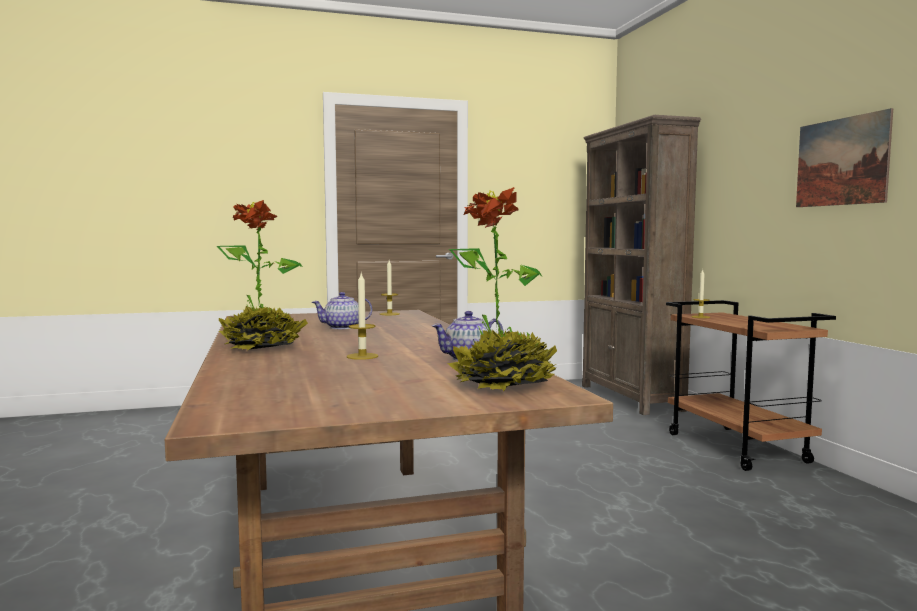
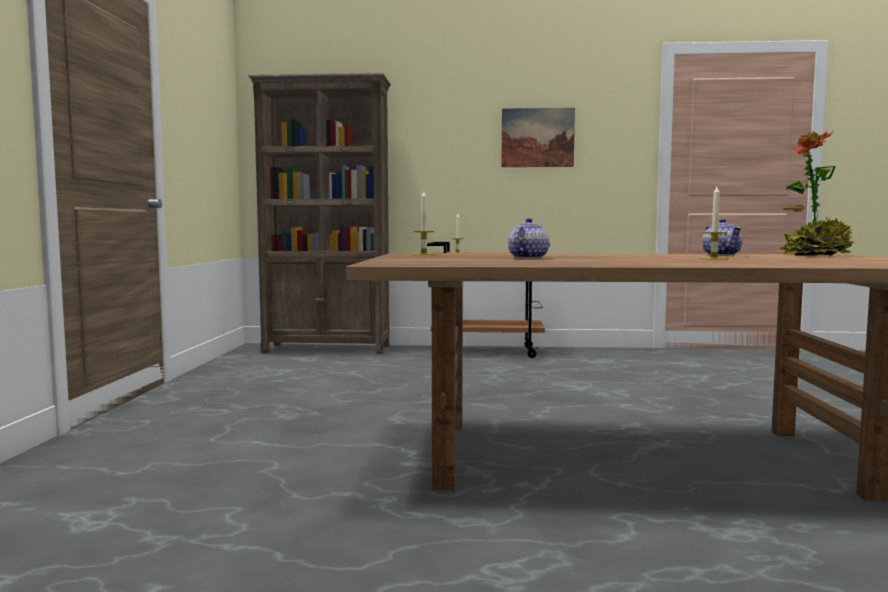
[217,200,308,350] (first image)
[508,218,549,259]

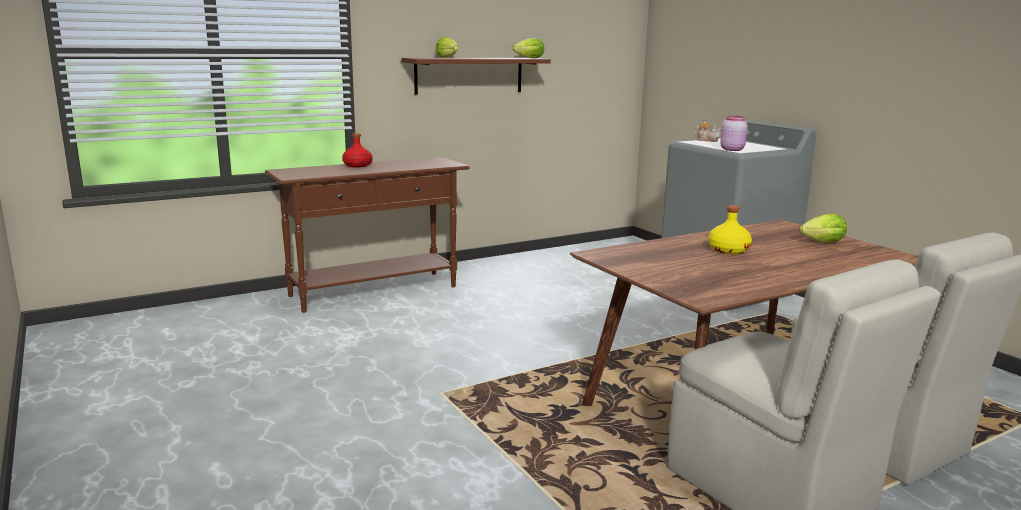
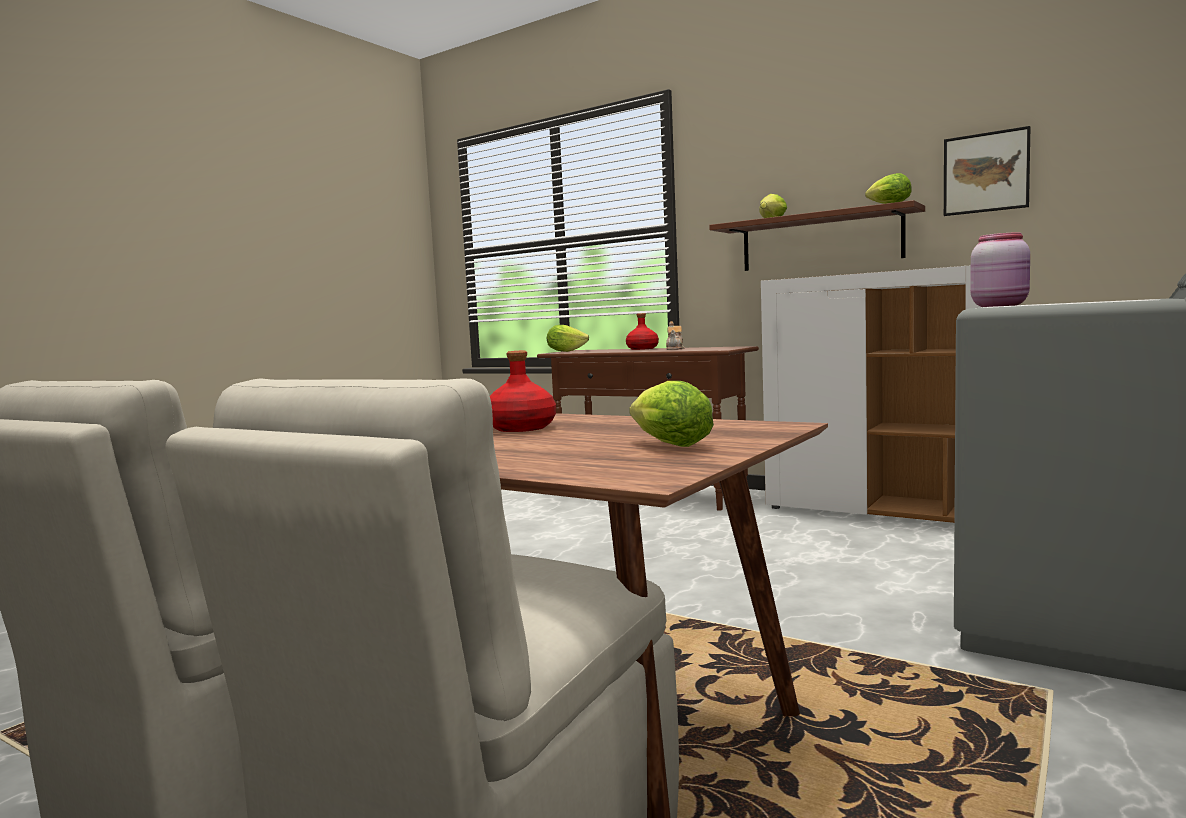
[666,321,684,350]
[490,350,556,432]
[547,325,589,352]
[761,265,981,523]
[944,126,1030,216]

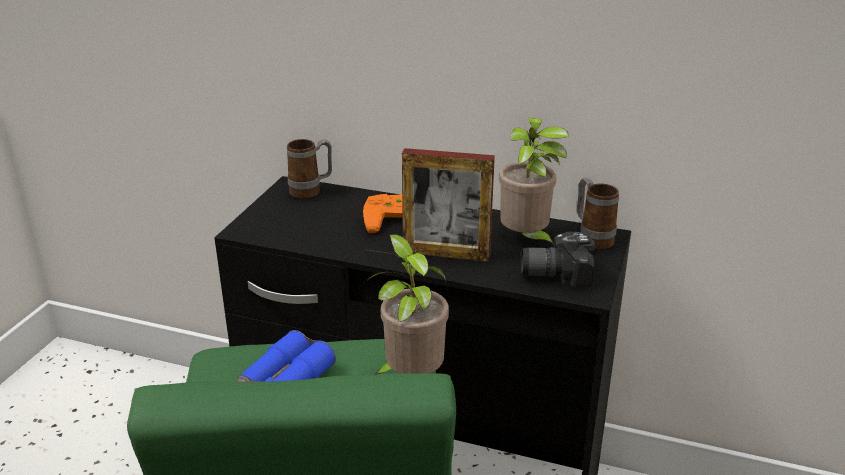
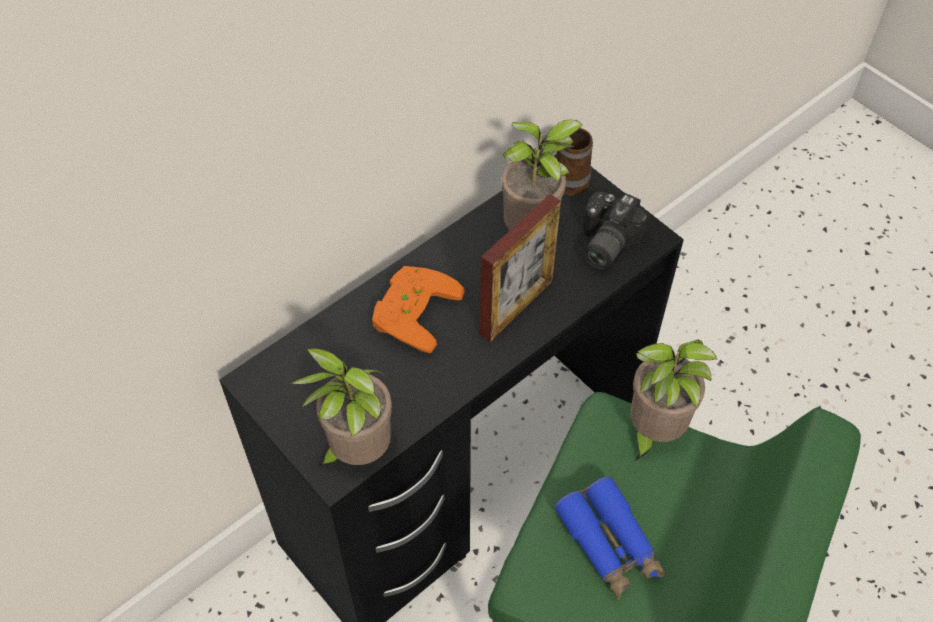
[287,139,332,199] (first image)
[291,348,392,466]

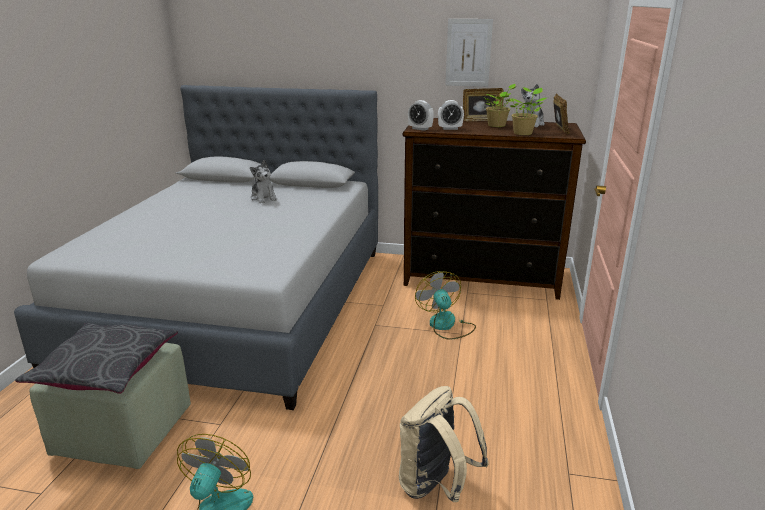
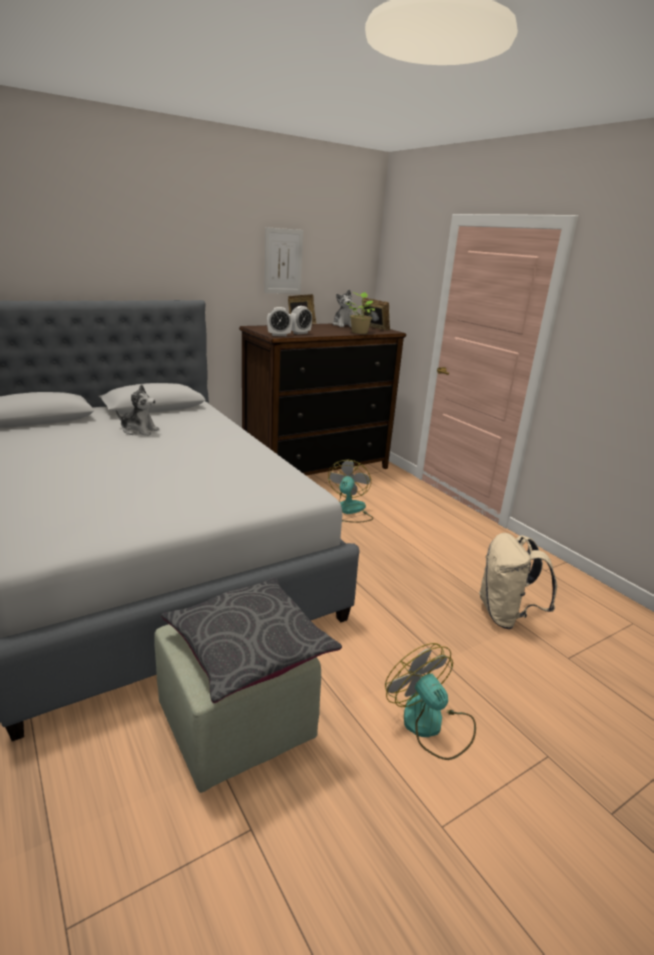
[328,460,373,523]
[482,84,516,127] (first image)

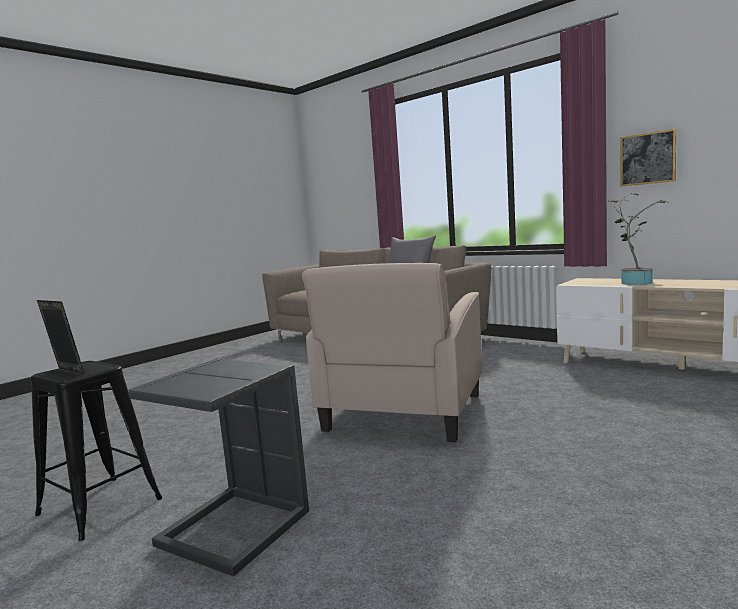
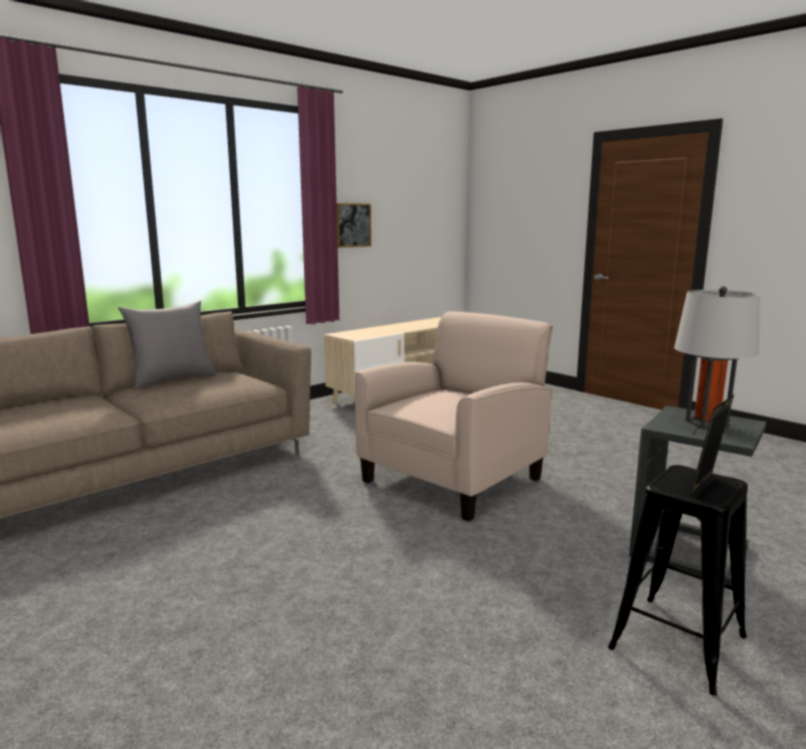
[355,311,553,521]
[608,193,667,285] (first image)
[674,286,760,429]

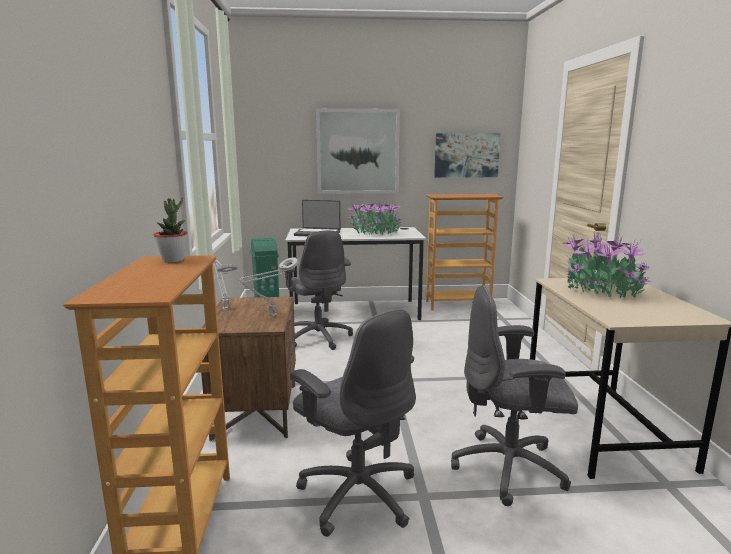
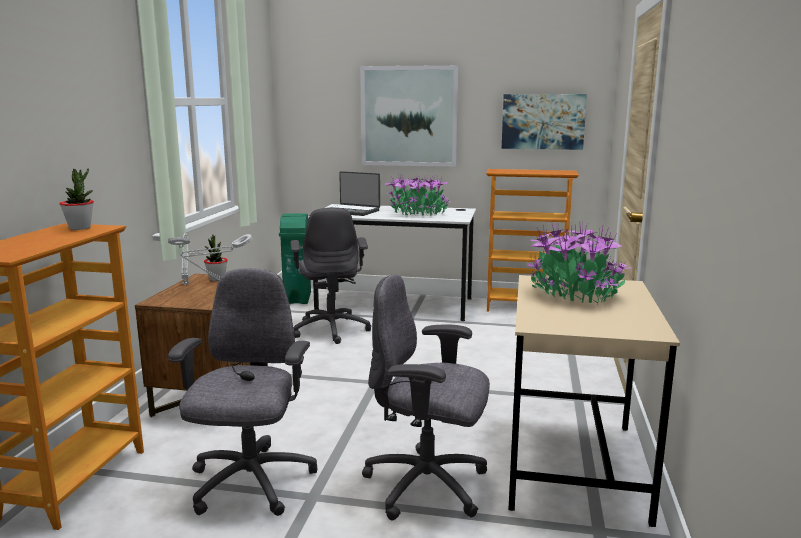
[168,268,317,516]
[204,234,228,281]

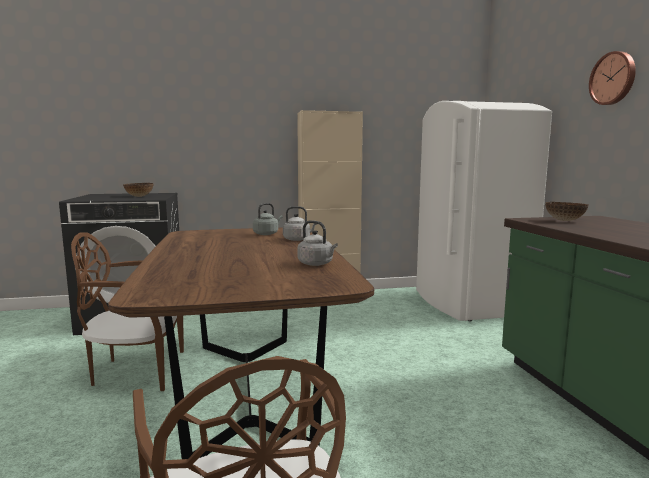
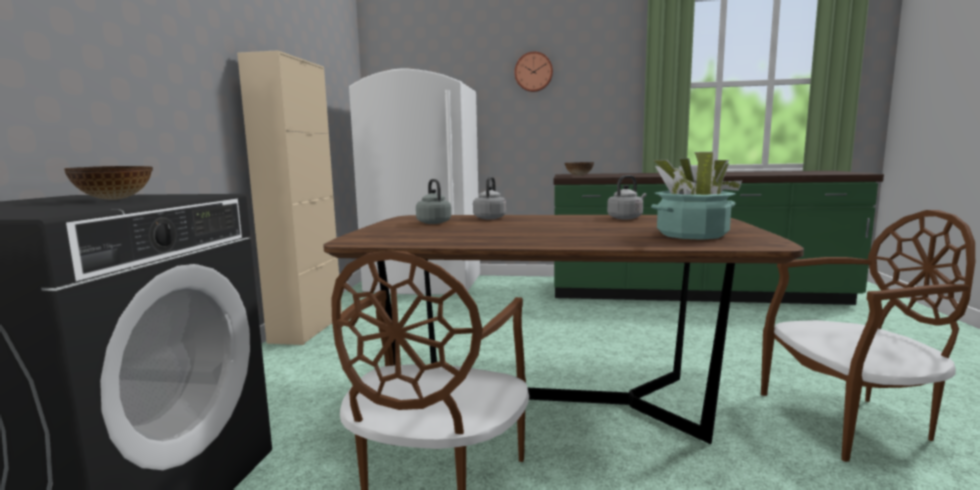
[651,152,742,240]

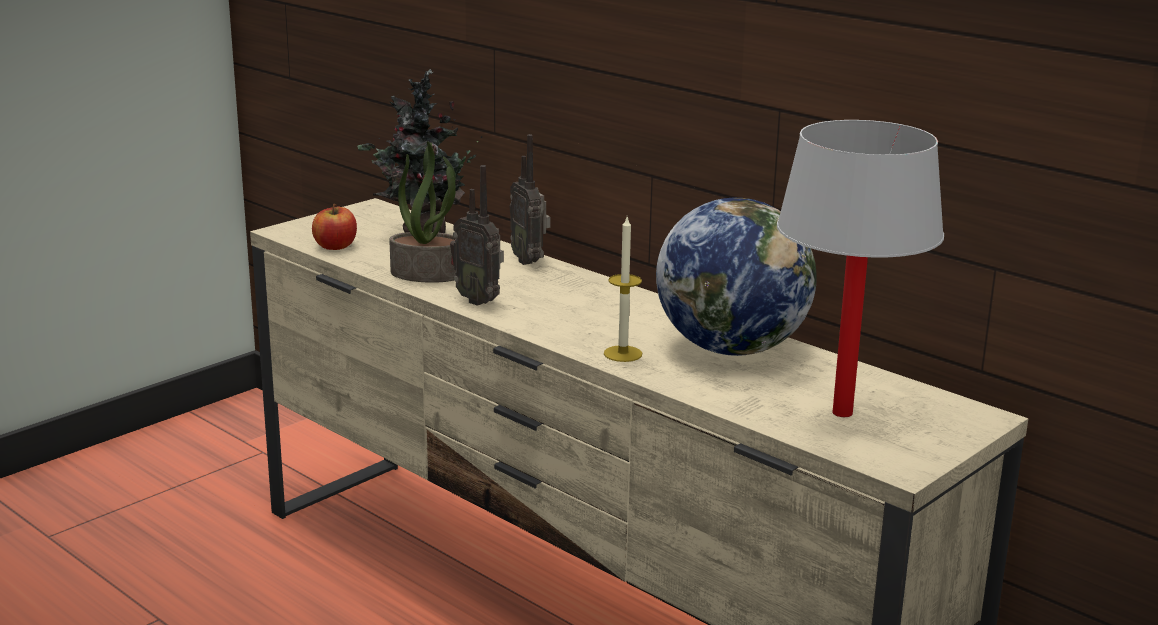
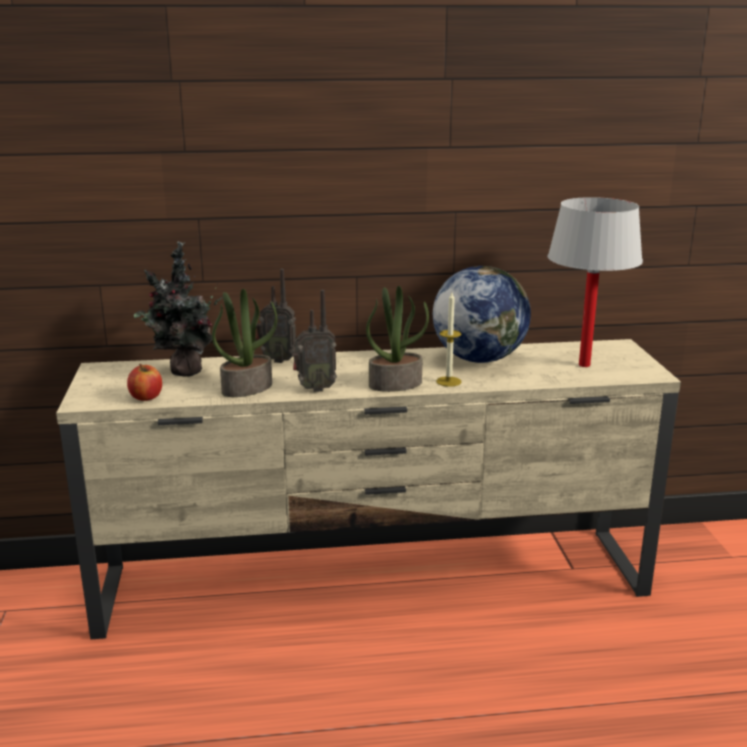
[366,286,429,392]

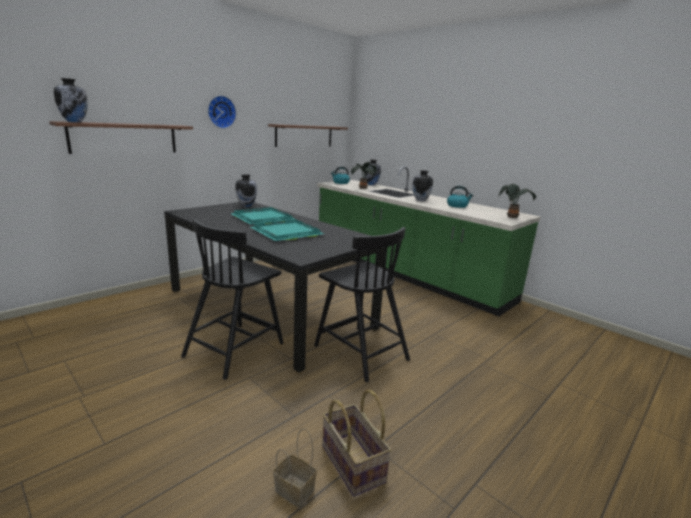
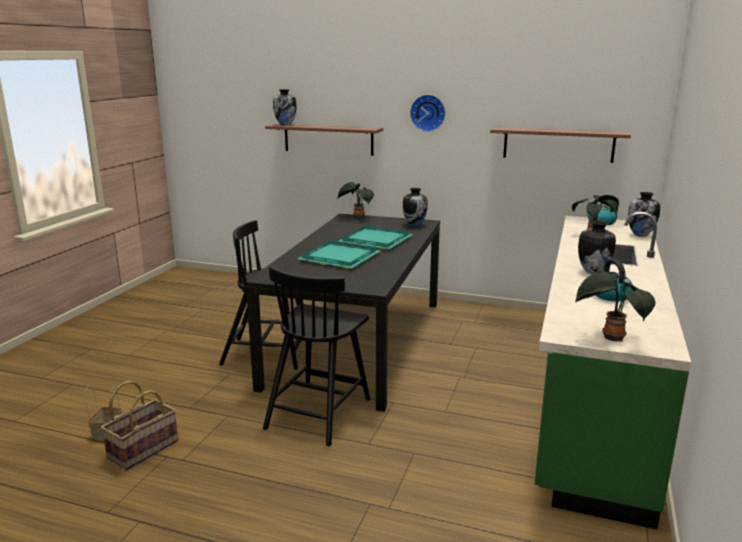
[337,182,374,219]

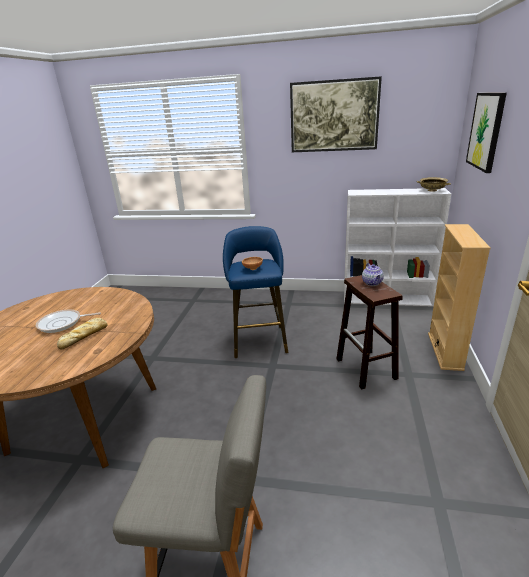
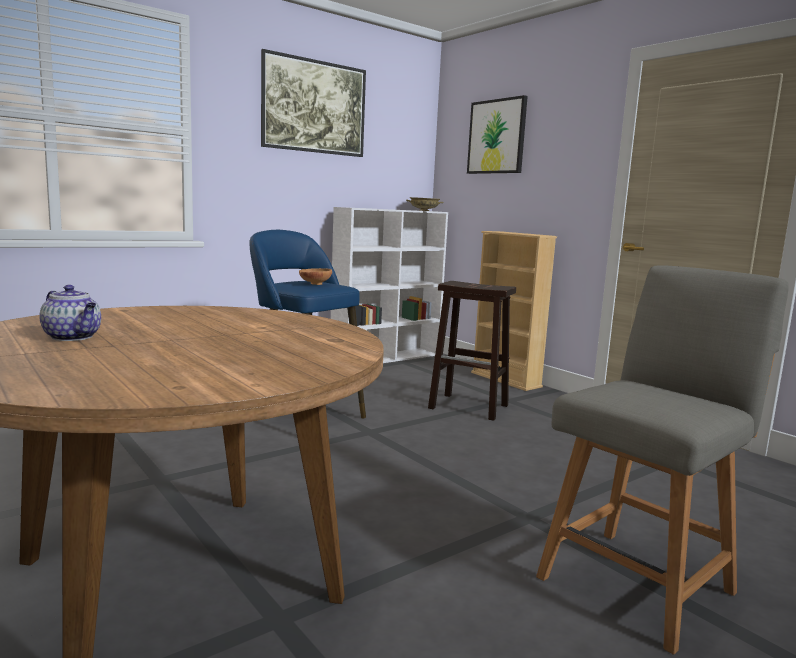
[36,309,101,333] (first image)
[57,318,107,350] (first image)
[39,285,101,341]

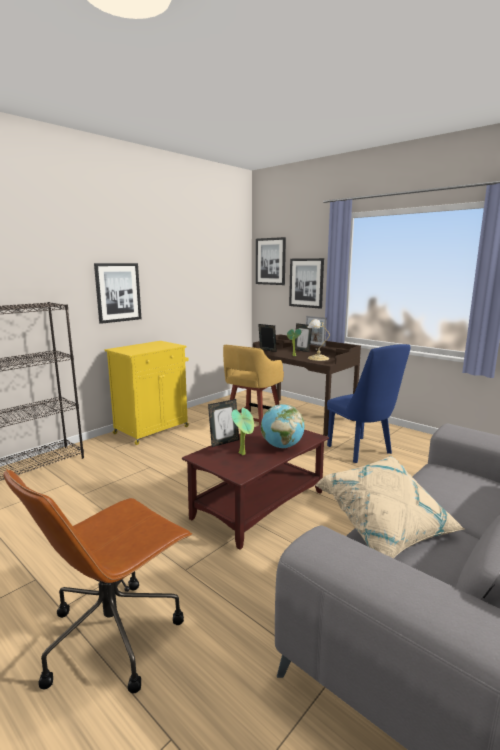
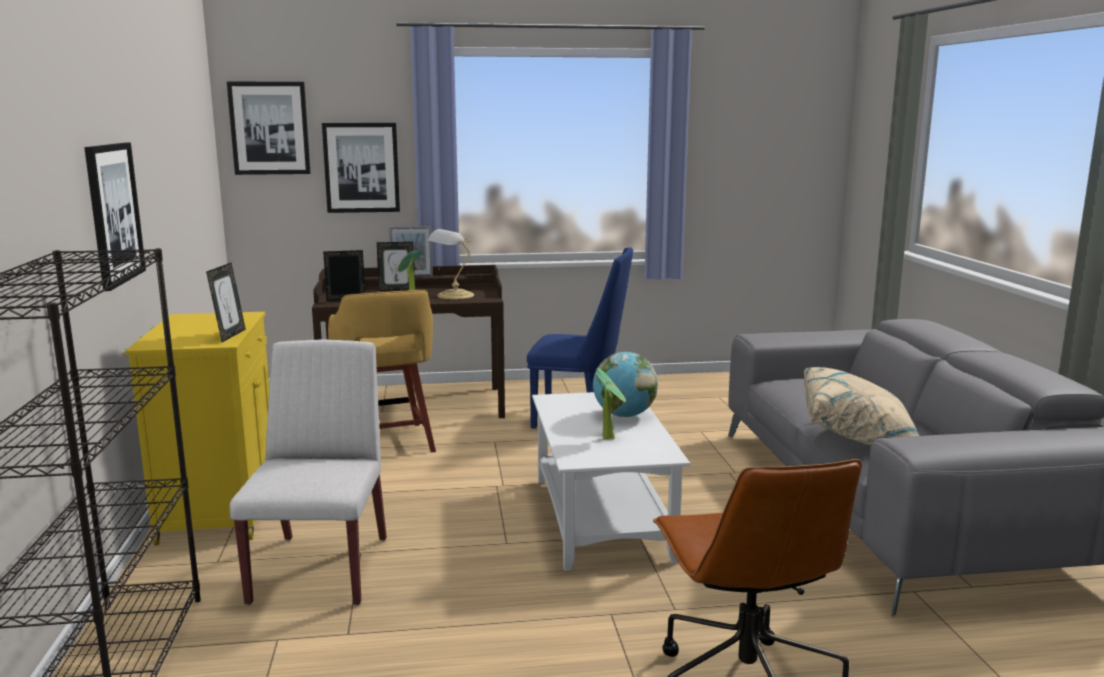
[532,392,690,571]
[206,263,246,342]
[230,339,387,606]

